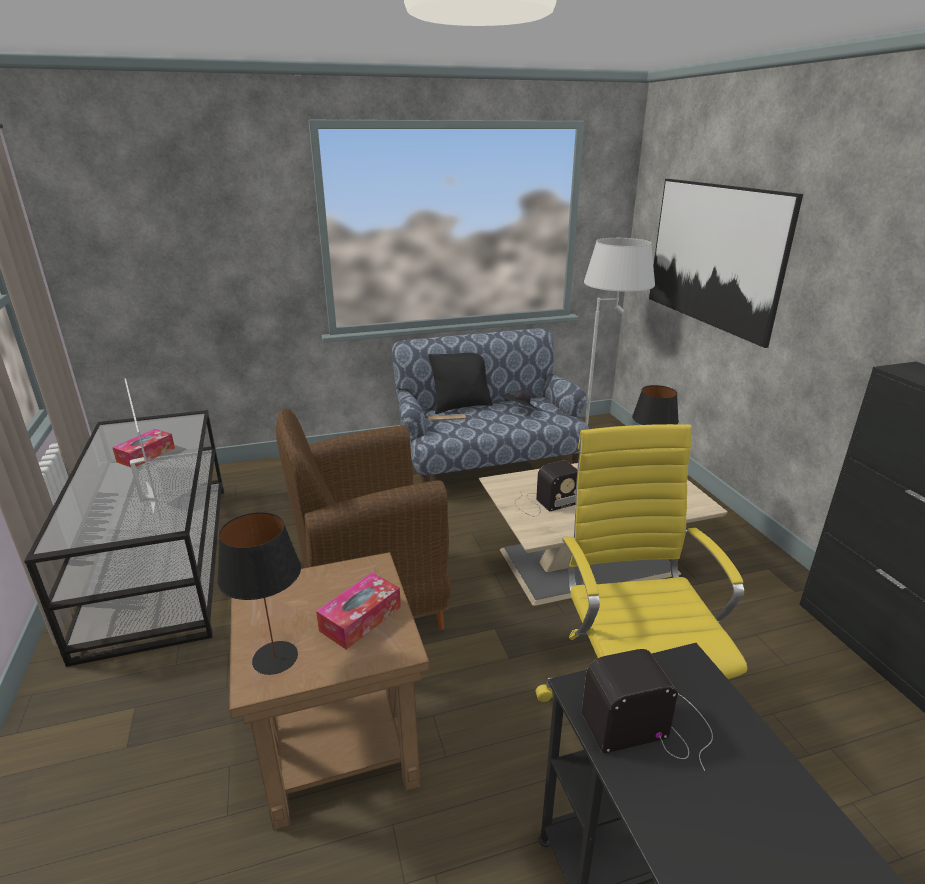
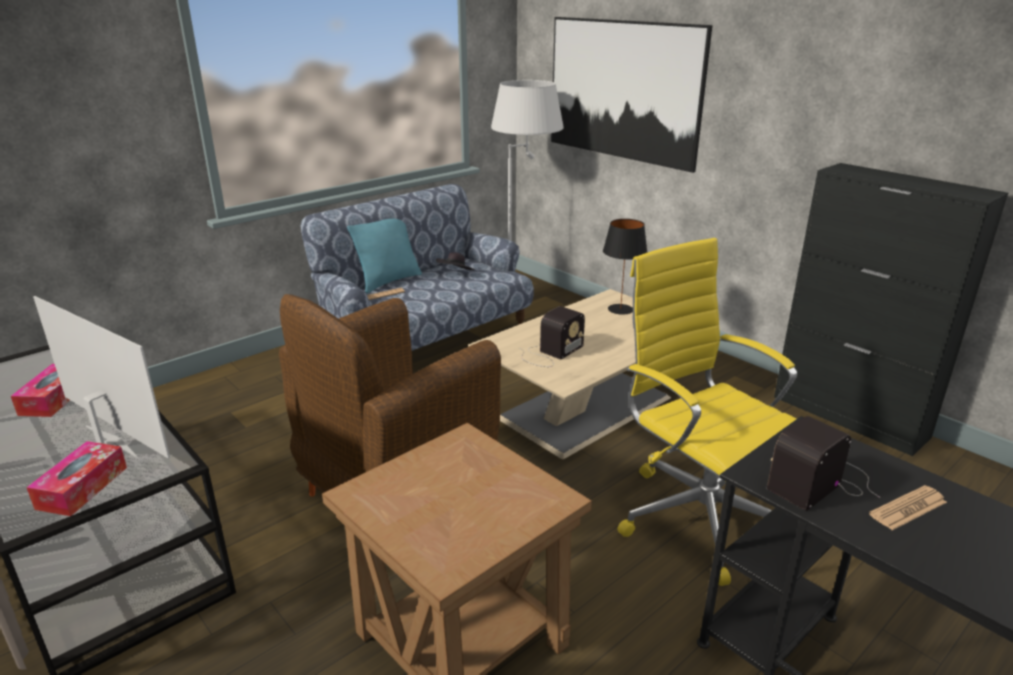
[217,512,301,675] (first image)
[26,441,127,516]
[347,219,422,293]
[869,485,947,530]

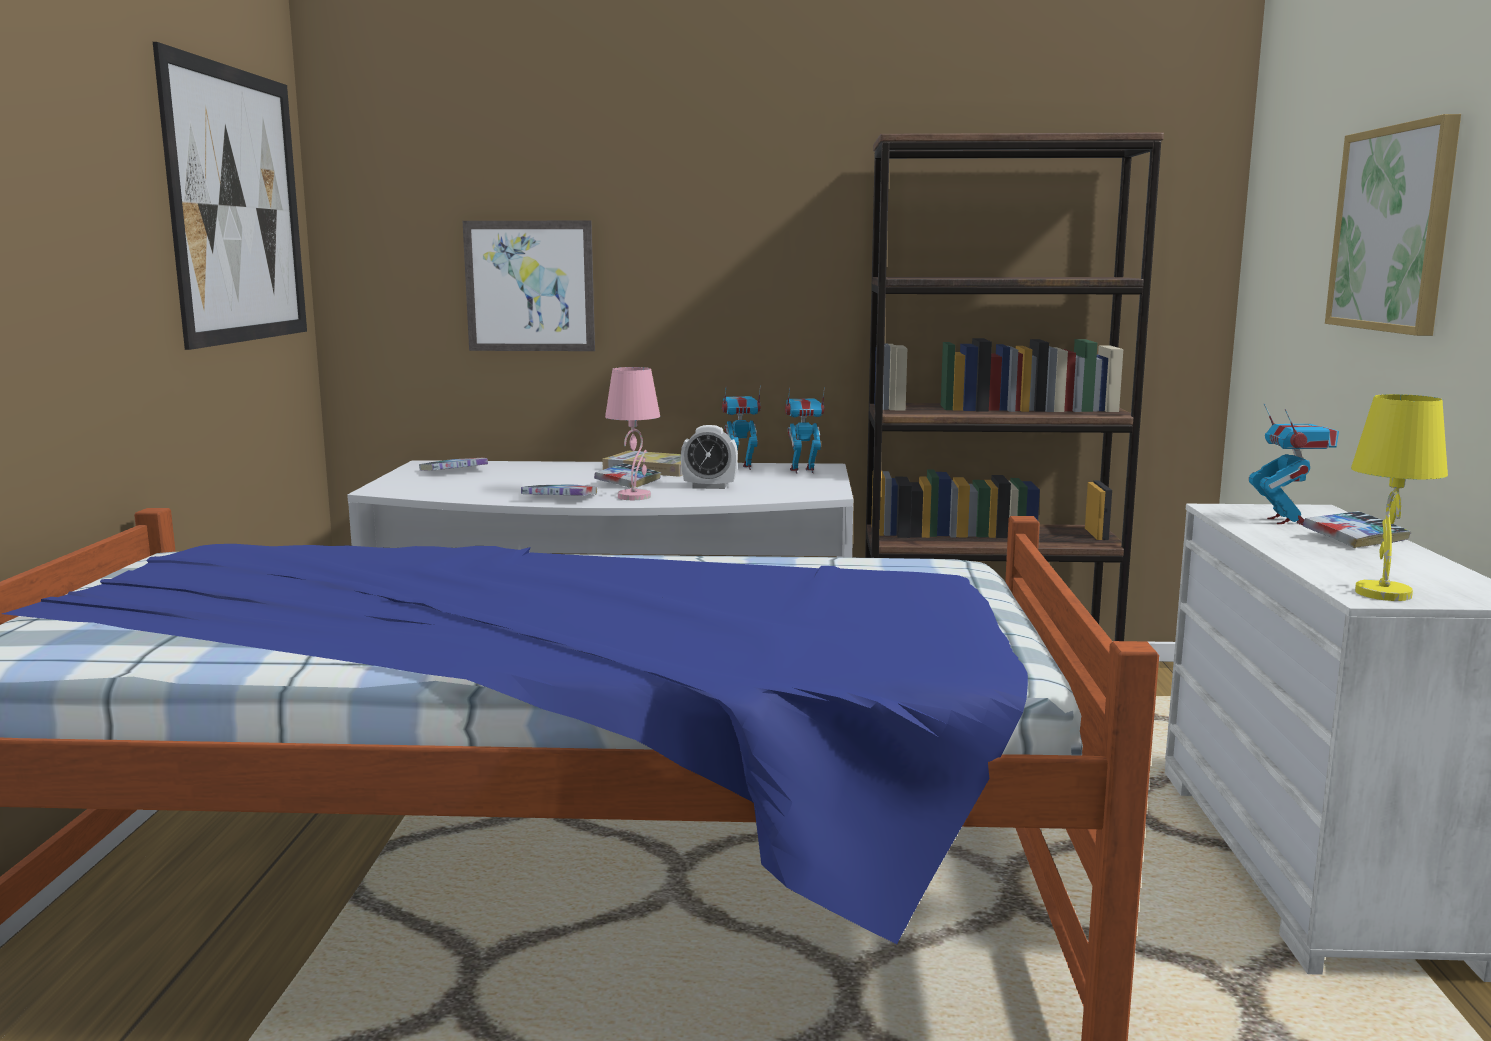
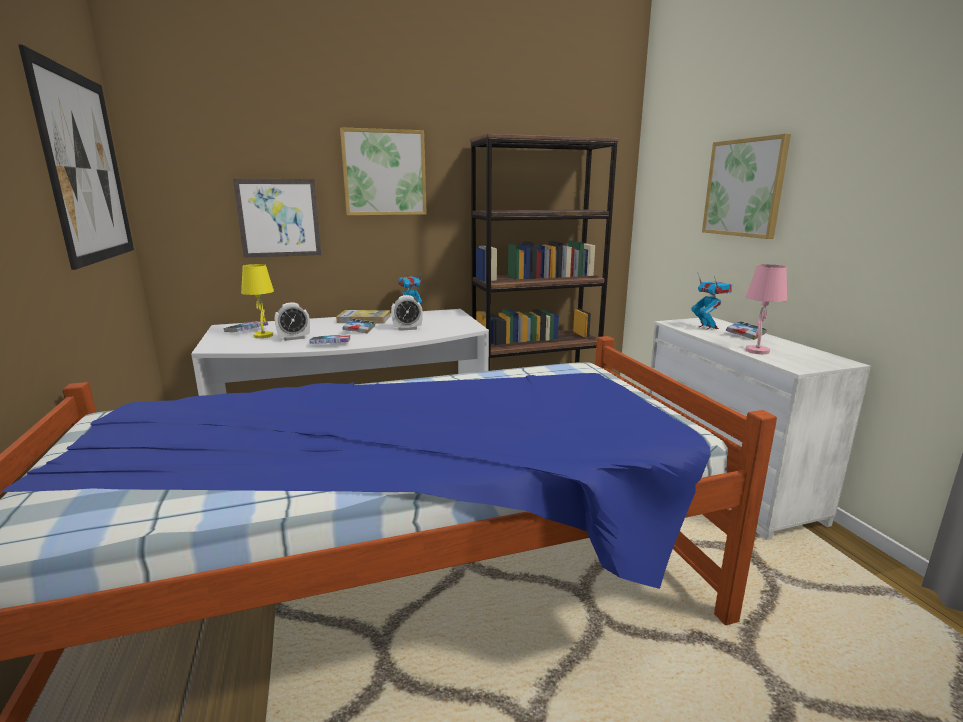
[745,264,787,354]
[785,387,825,474] (first image)
[241,264,274,338]
[275,302,310,341]
[340,127,427,215]

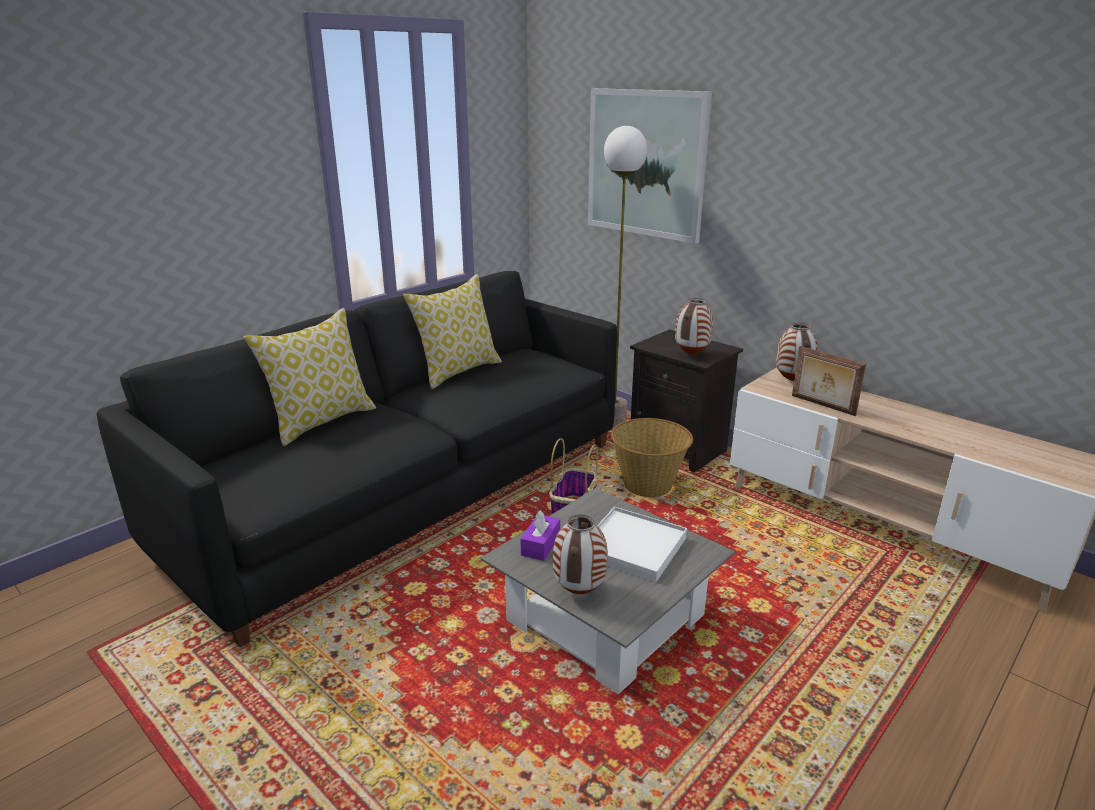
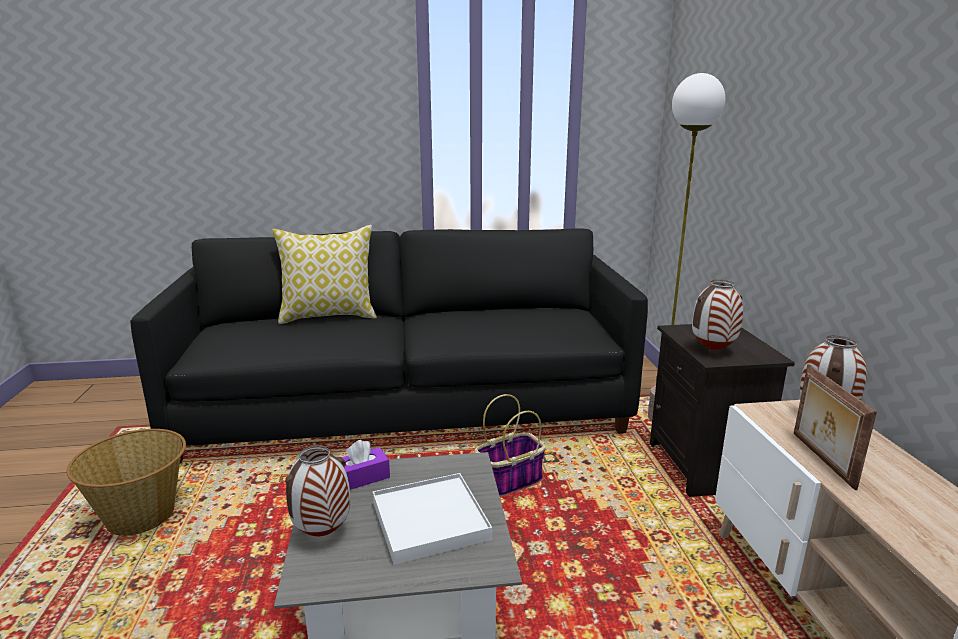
[403,274,502,389] (first image)
[588,88,712,244] (first image)
[67,429,186,536]

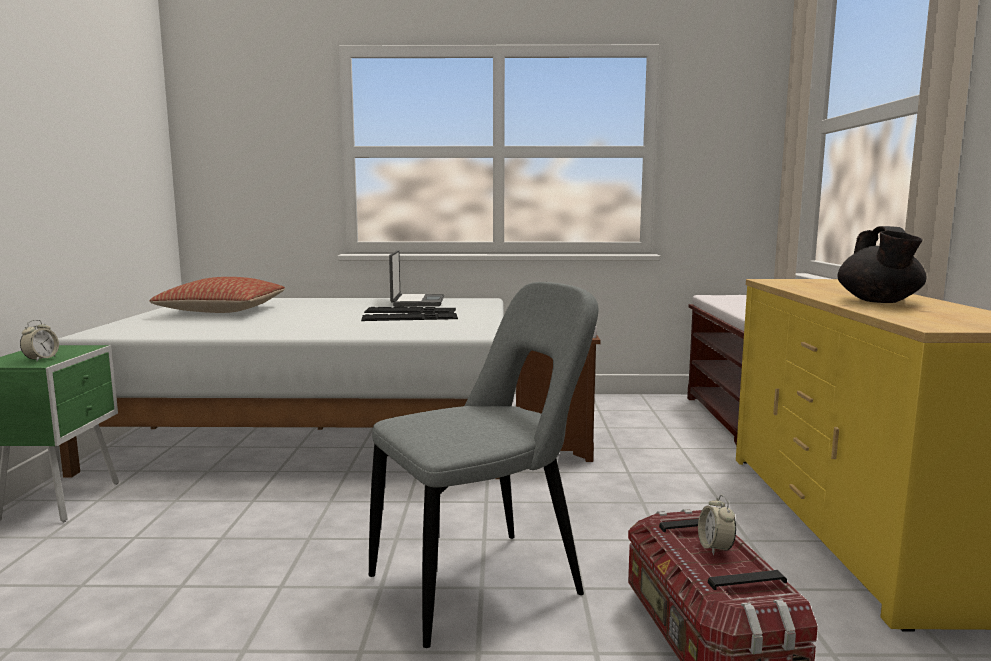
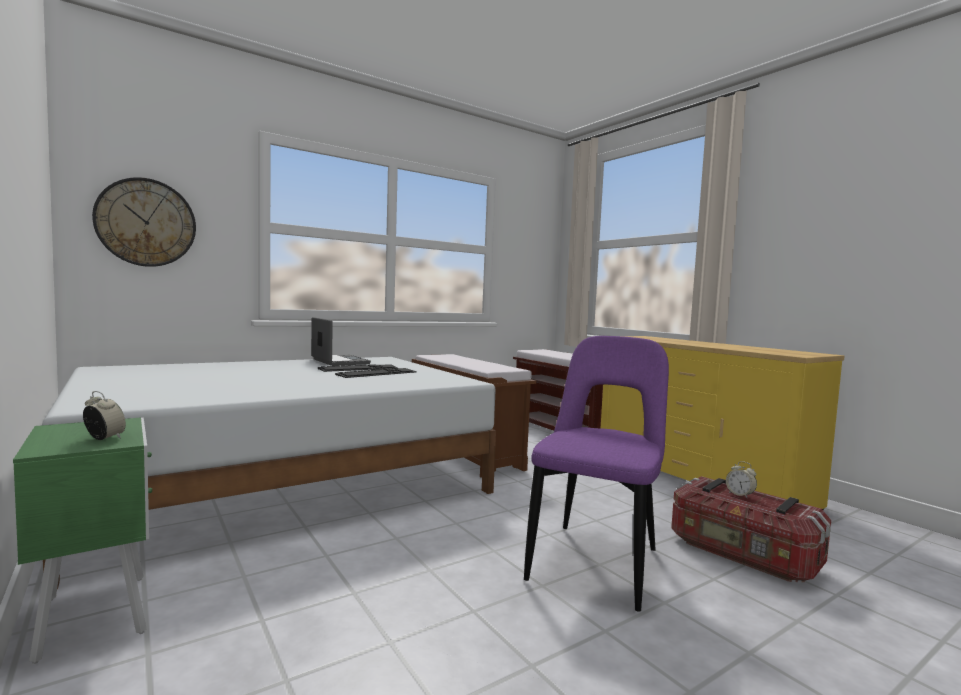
[83,391,126,440]
[149,277,285,313] (first image)
[524,336,669,611]
[837,226,927,303] (first image)
[92,177,196,267]

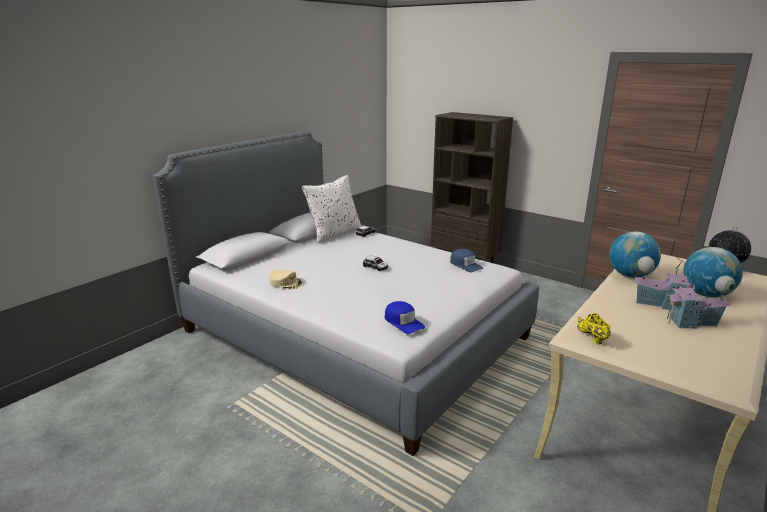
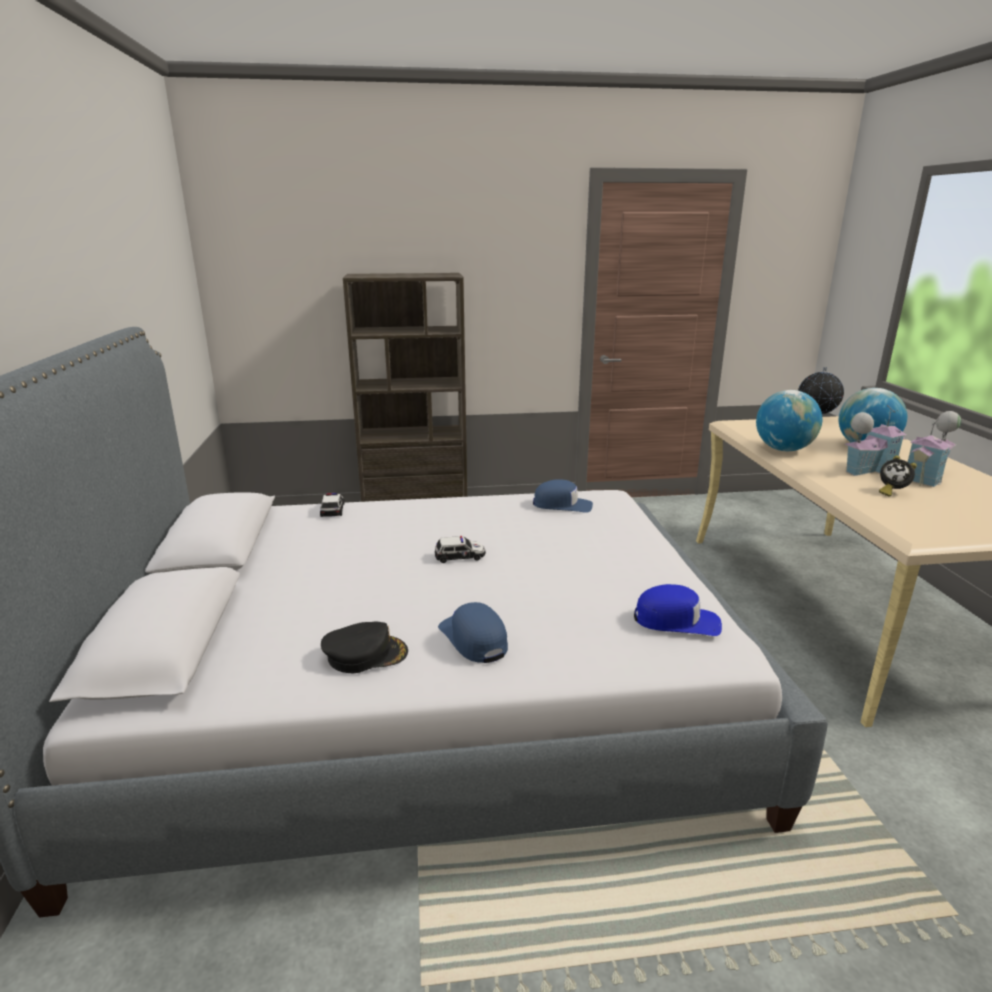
[321,622,408,673]
[302,175,362,244] (first image)
[577,313,611,345] (first image)
[438,602,508,663]
[879,455,917,497]

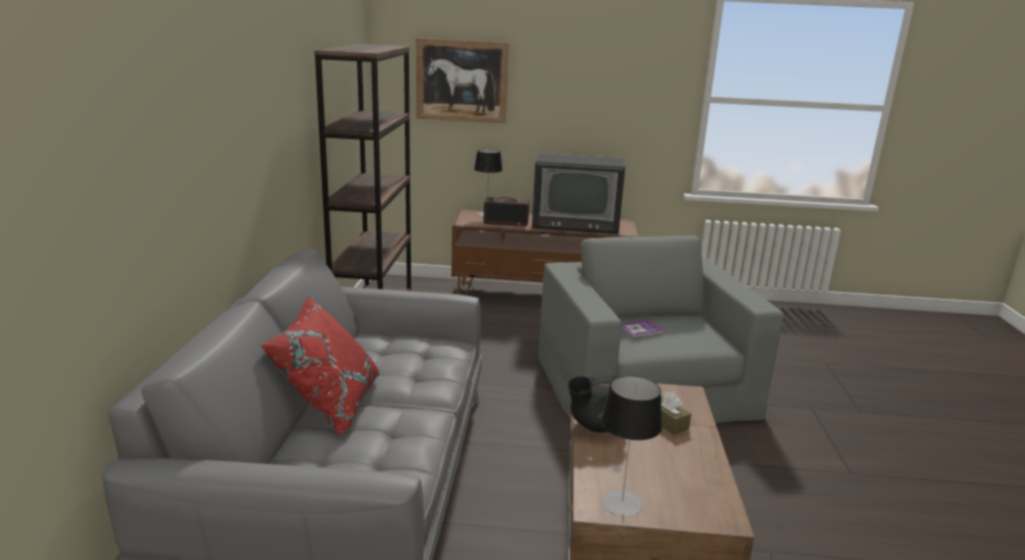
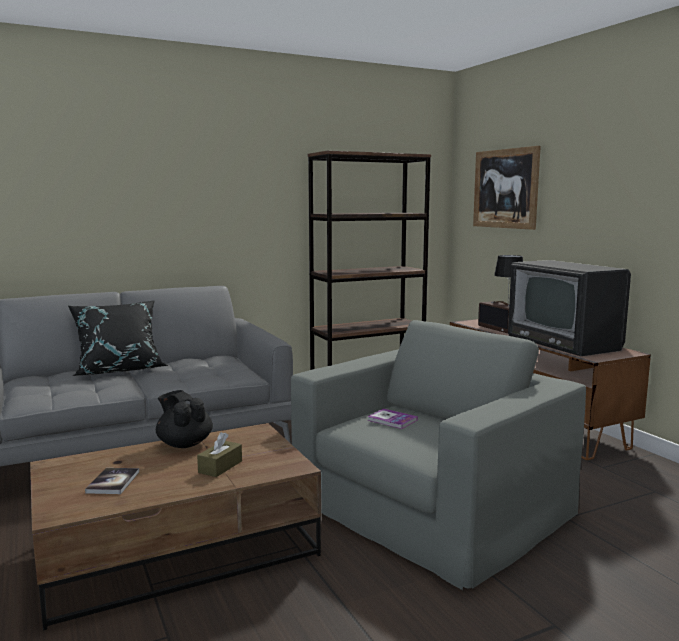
[68,301,168,376]
[601,376,662,517] (first image)
[85,468,139,494]

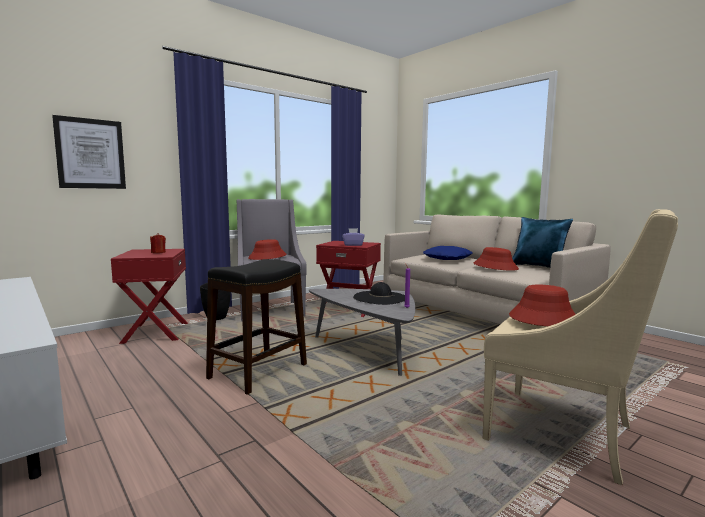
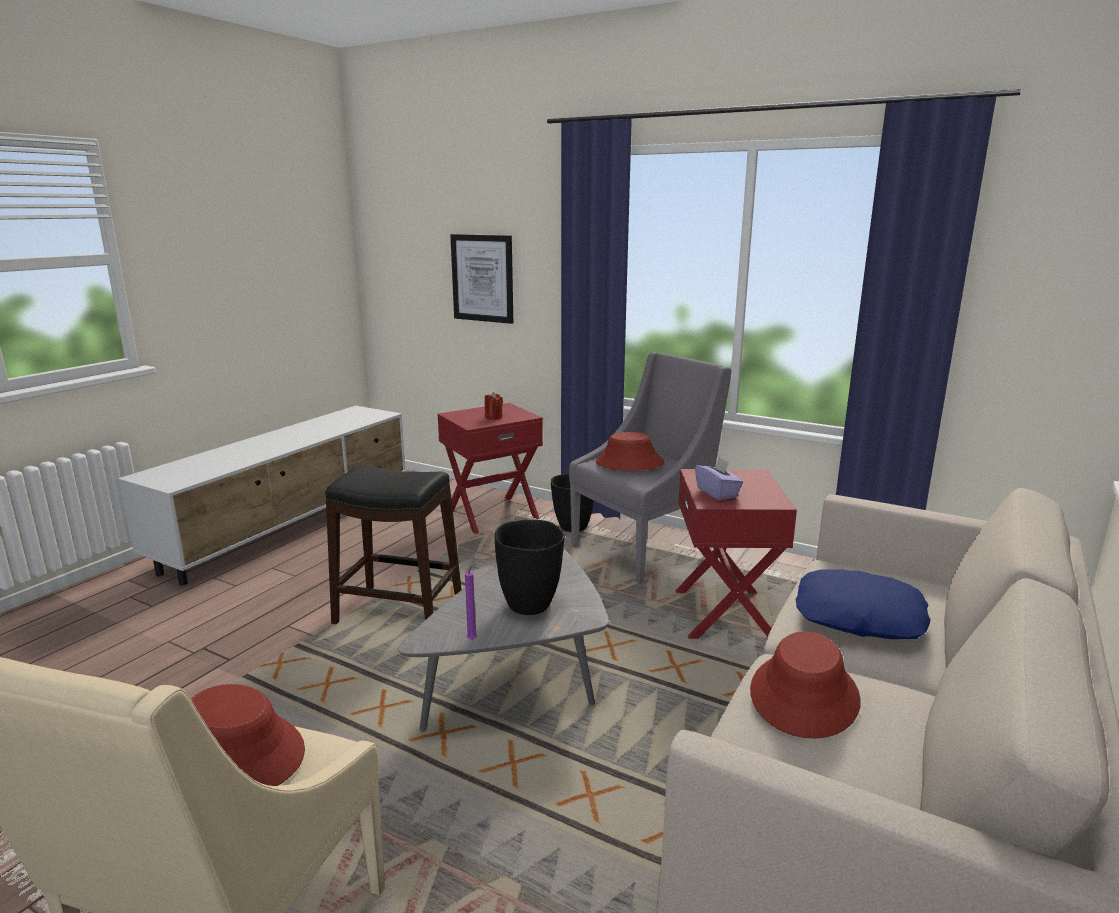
[494,520,565,615]
[512,217,573,268] (first image)

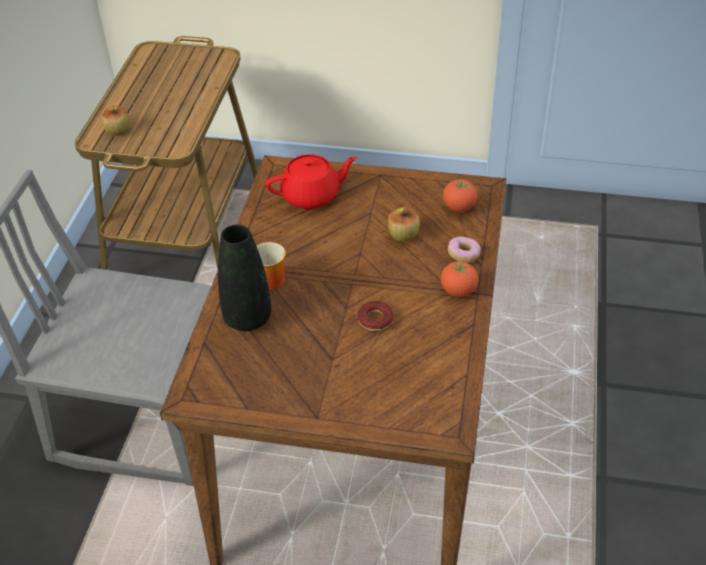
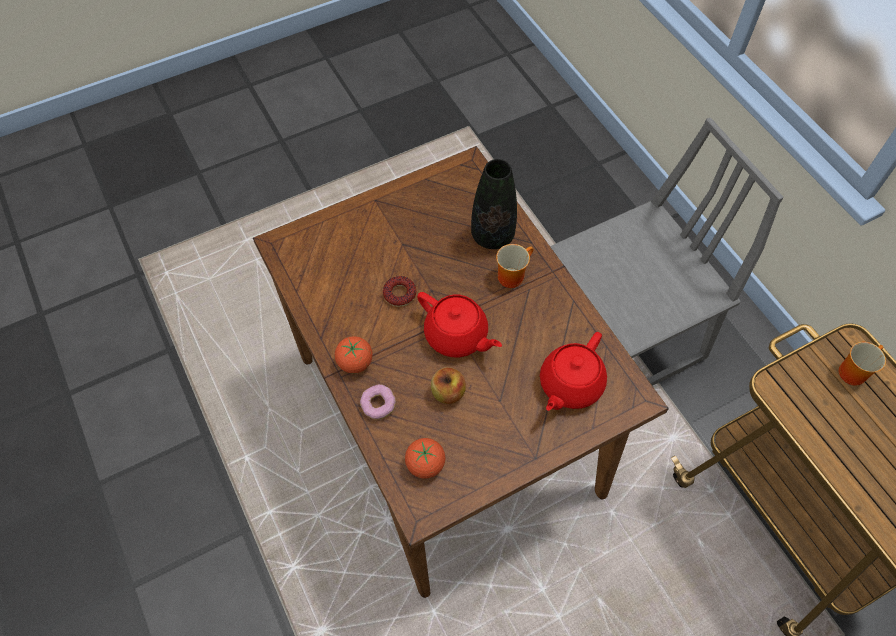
[839,342,886,386]
[417,292,502,357]

